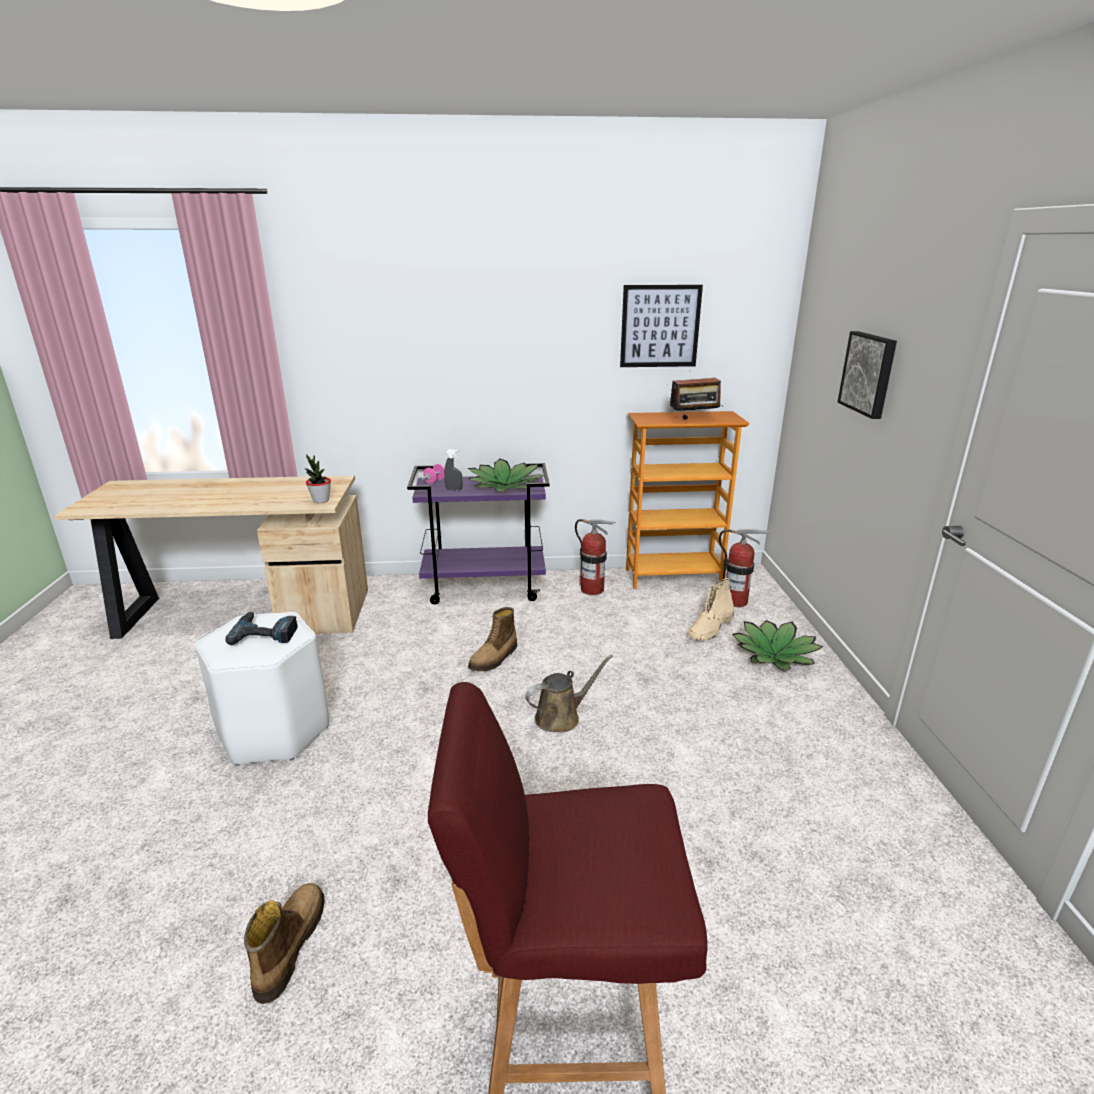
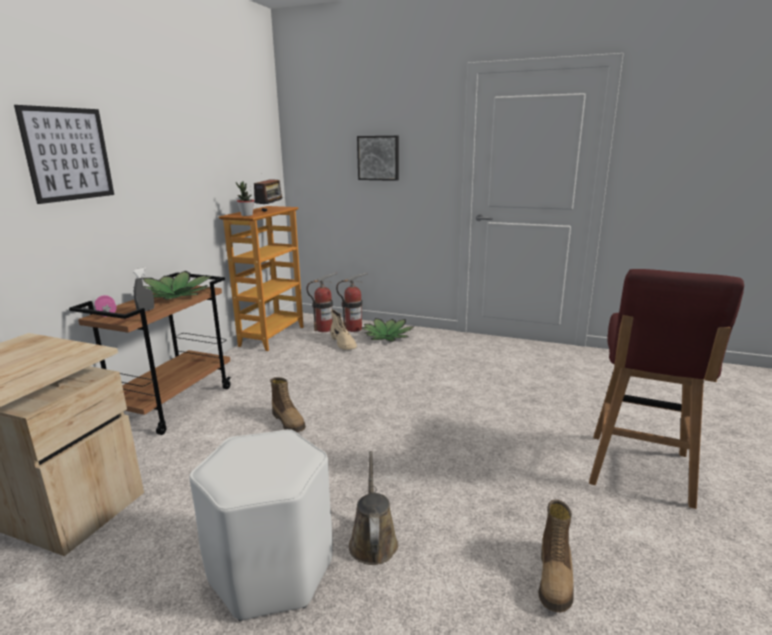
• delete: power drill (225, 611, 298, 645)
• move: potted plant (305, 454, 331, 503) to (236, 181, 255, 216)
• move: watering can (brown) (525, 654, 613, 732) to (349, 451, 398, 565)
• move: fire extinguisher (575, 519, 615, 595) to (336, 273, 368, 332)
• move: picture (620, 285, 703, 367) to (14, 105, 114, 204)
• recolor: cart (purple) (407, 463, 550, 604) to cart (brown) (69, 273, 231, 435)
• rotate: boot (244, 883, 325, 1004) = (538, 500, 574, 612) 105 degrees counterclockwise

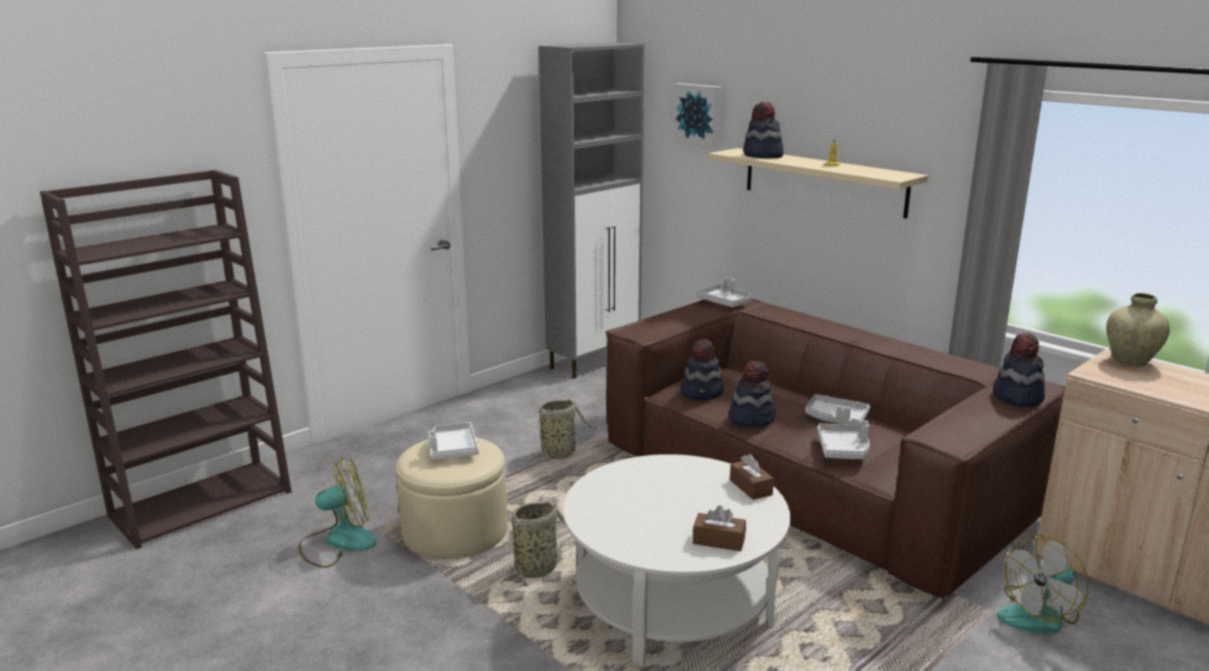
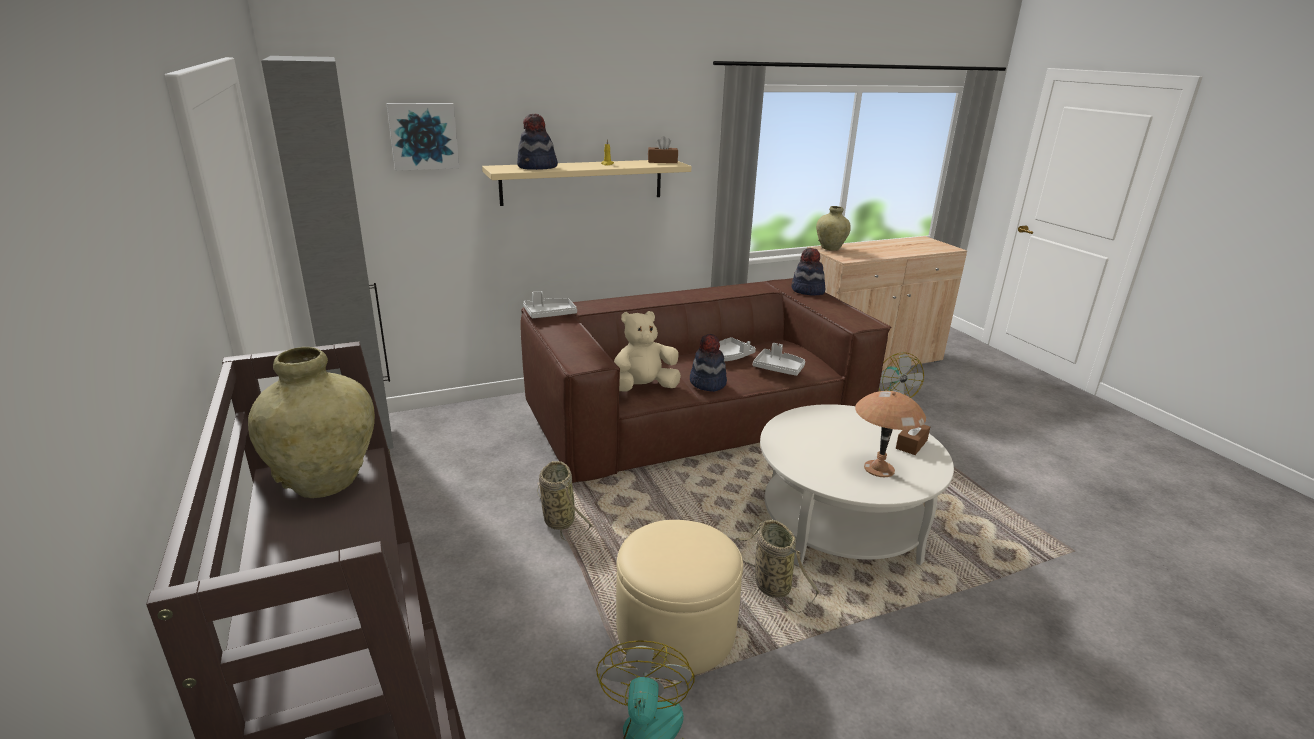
• delete: tray (white) (428, 422, 479, 460)
• insert: vase (beige) (248, 347, 375, 498)
• insert: table lamp (brown) (855, 391, 926, 477)
• move: tissue box (brown) (730, 454, 774, 500) to (648, 136, 678, 163)
• replace: hat (681, 339, 724, 400) to plush toy (beige) (614, 311, 681, 391)

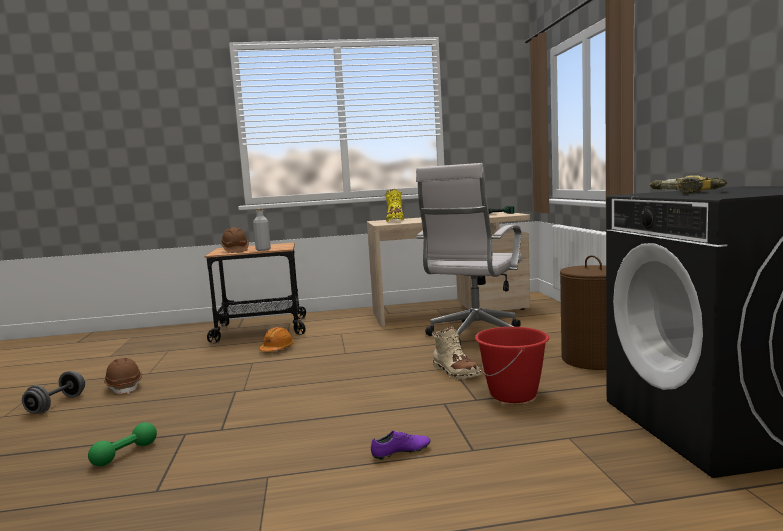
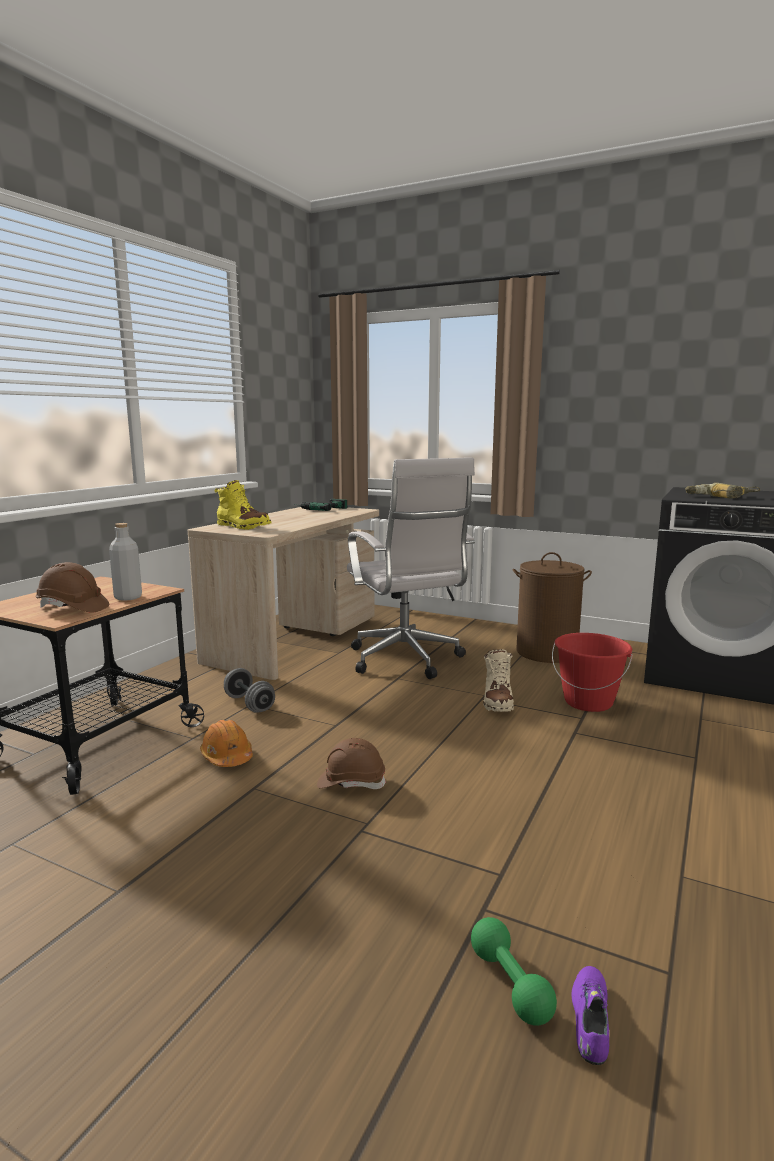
• move: dumbbell (grey) (22, 371, 85, 414) to (224, 668, 275, 713)
• move: hard hat (brown) (104, 358, 142, 394) to (317, 738, 386, 789)
• move: shoe (purple) (371, 431, 430, 460) to (571, 966, 609, 1065)
• rotate: boot (beige) (432, 327, 482, 380) = (483, 649, 514, 712) 90 degrees clockwise

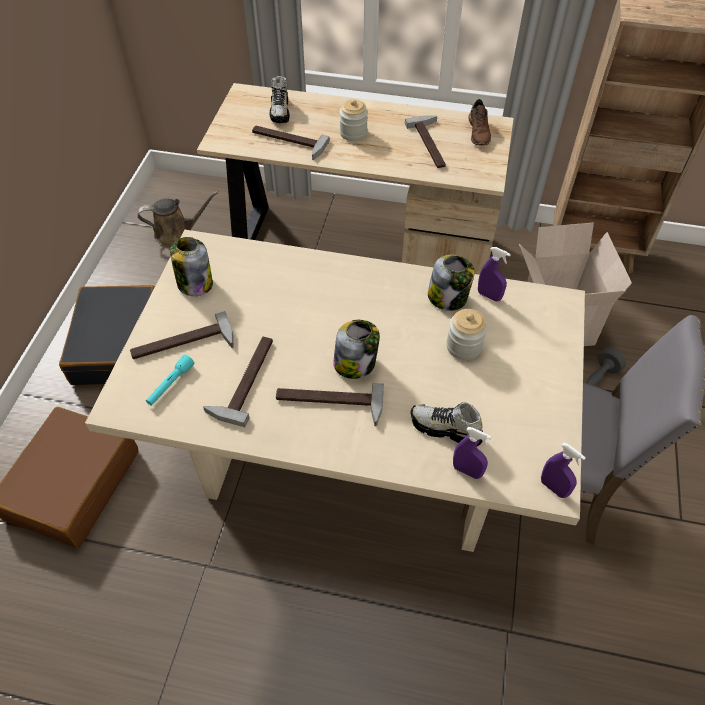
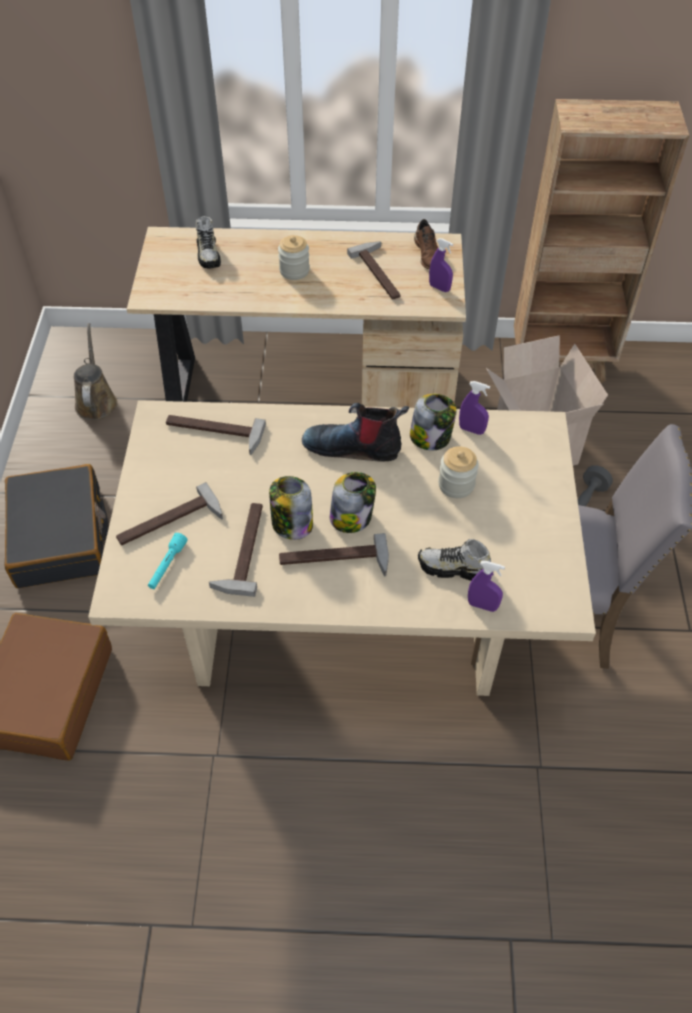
• insert: boot (302, 403, 409, 461)
• move: jar (170, 237, 213, 296) to (269, 476, 313, 540)
• move: hammer (252, 126, 330, 160) to (166, 415, 266, 455)
• move: spray bottle (purple) (541, 442, 586, 498) to (429, 238, 453, 292)
• rotate: watering can (brown) (138, 191, 219, 247) = (74, 323, 118, 420) 75 degrees counterclockwise

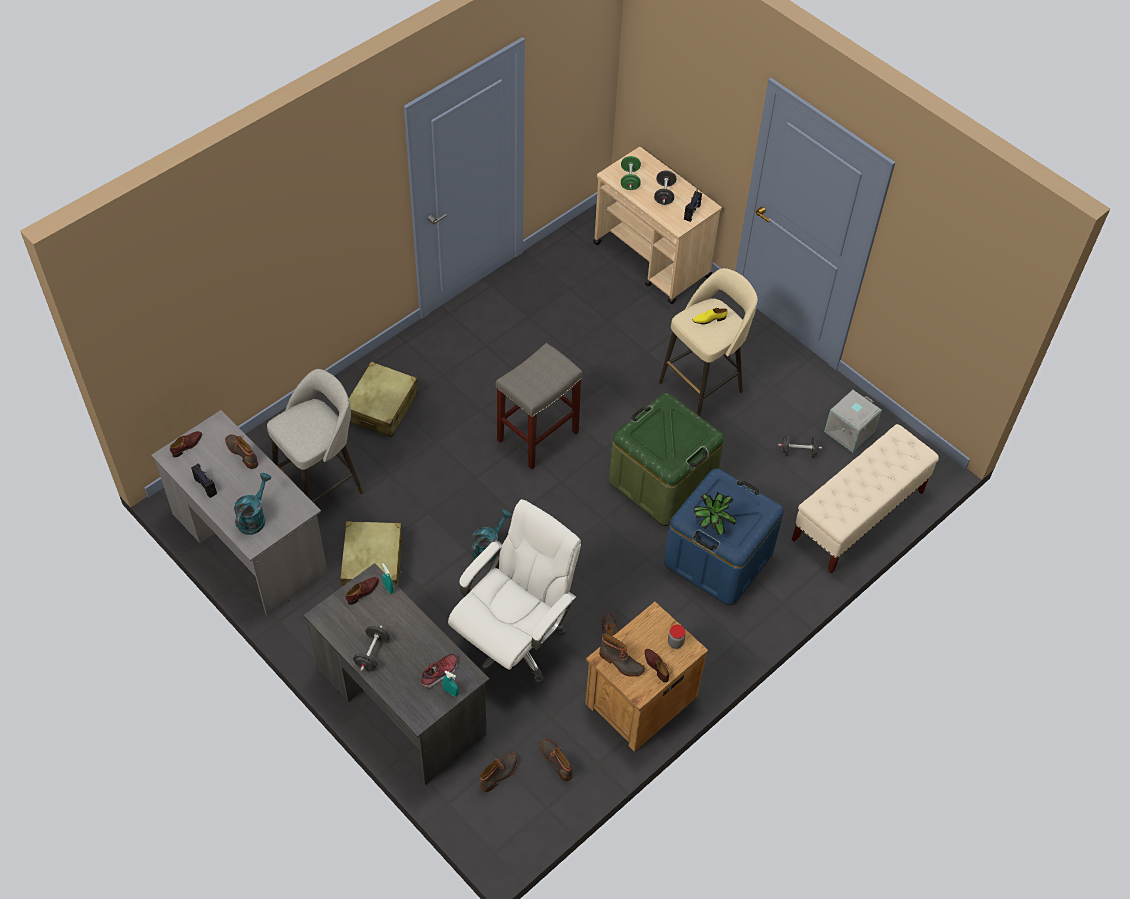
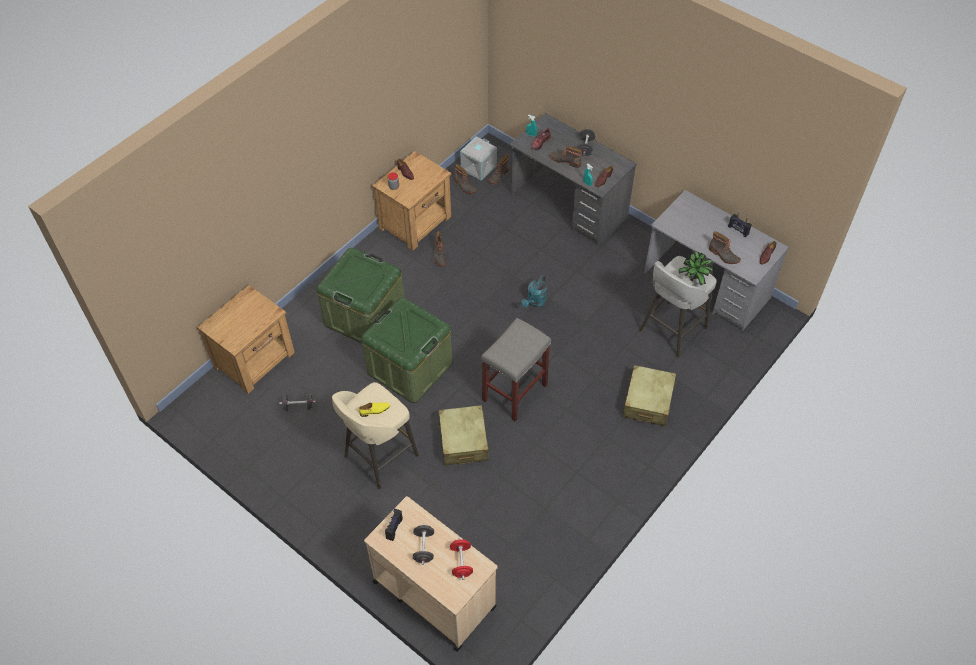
• delete: watering can (turquoise) (234, 473, 271, 535)
• delete: office chair (white) (448, 499, 581, 685)
• move: suitcase (beige) (341, 521, 403, 587) to (438, 405, 489, 465)
• move: boot (599, 633, 645, 677) to (550, 146, 582, 168)
• move: potted plant (694, 492, 736, 536) to (679, 252, 713, 286)
• move: storage box (grey) (824, 390, 882, 452) to (460, 136, 497, 181)
• replace: bench (beige) (792, 424, 939, 573) to nightstand (brown) (197, 285, 295, 394)
• recolor: dumbbell (green) (621, 156, 641, 190) to dumbbell (red) (450, 538, 473, 580)
• recolor: storage box (blue) (664, 469, 784, 605) to storage box (green) (317, 248, 404, 343)

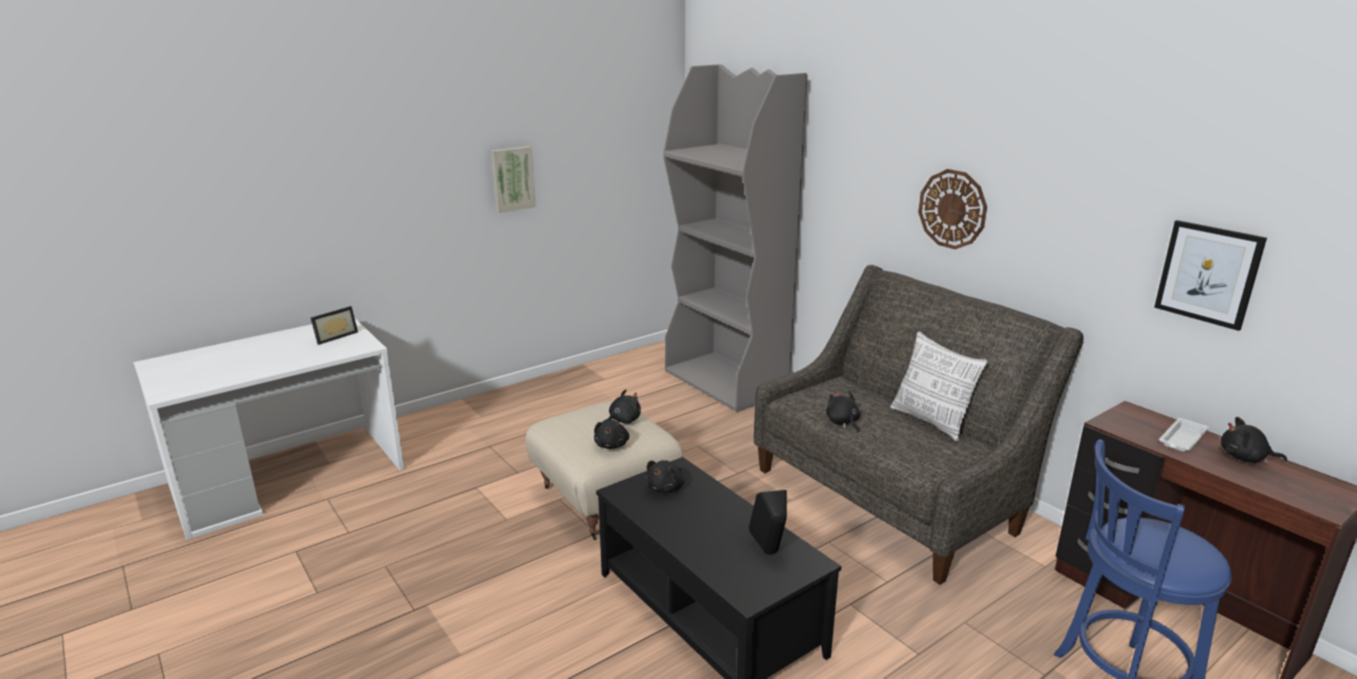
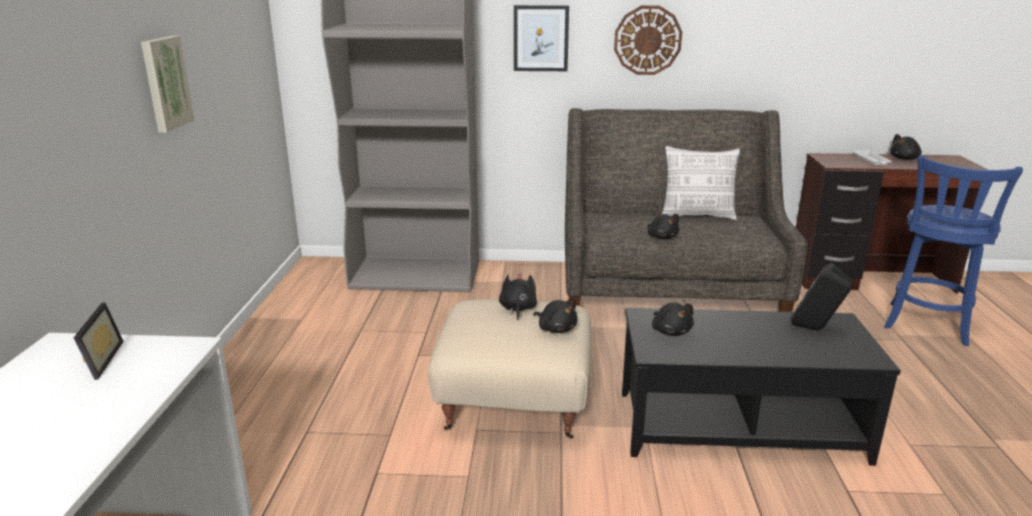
• move: picture (1154, 220, 1267, 331) to (514, 5, 569, 71)
• rotate: plush toy (black) (826, 390, 861, 433) = (647, 214, 679, 239) 135 degrees counterclockwise

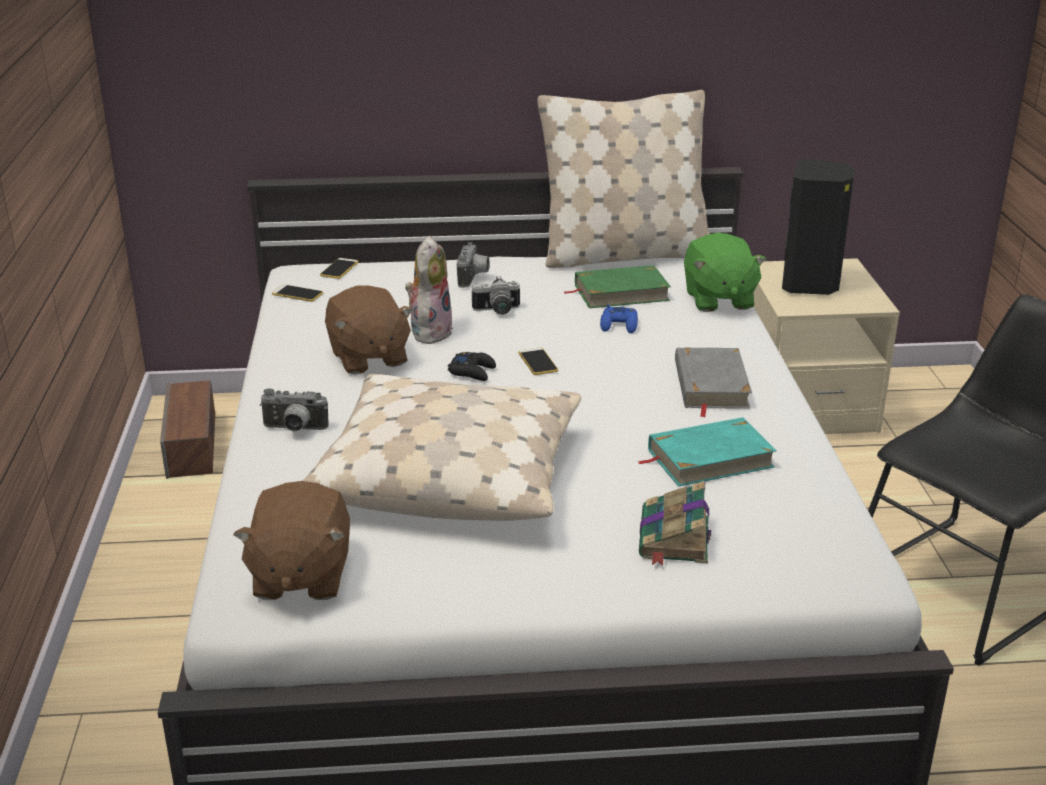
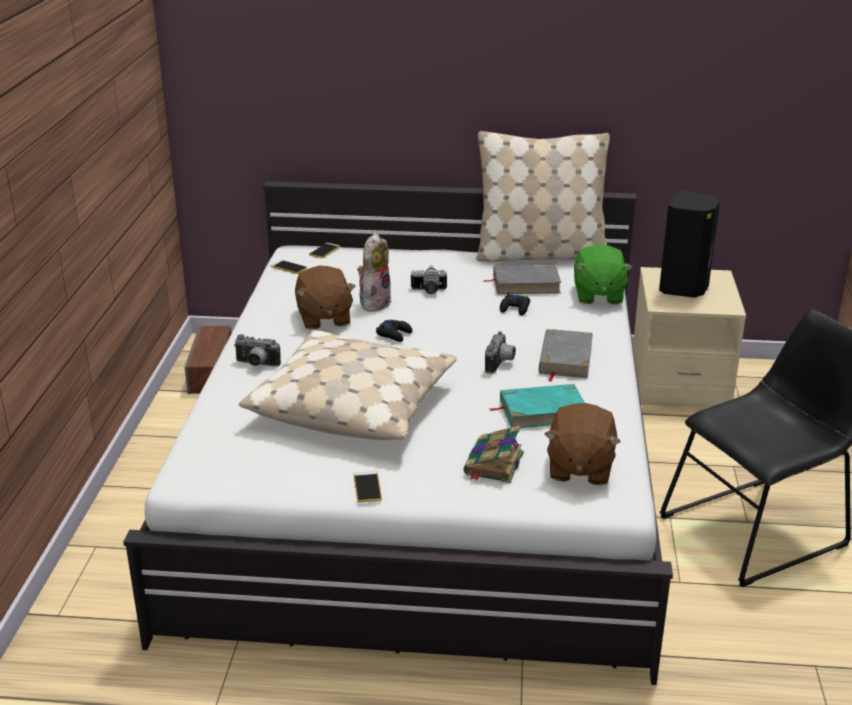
• move: plush toy (brown) (233, 481, 350, 600) to (544, 403, 621, 485)
• move: photo camera (457, 242, 490, 288) to (485, 332, 516, 374)
• move: phone (518, 347, 558, 375) to (354, 471, 382, 502)
• recolor: book (green) (565, 265, 671, 308) to book (grey) (483, 265, 561, 294)
• recolor: game controller (blue) (600, 304, 638, 333) to game controller (black) (500, 293, 530, 315)

